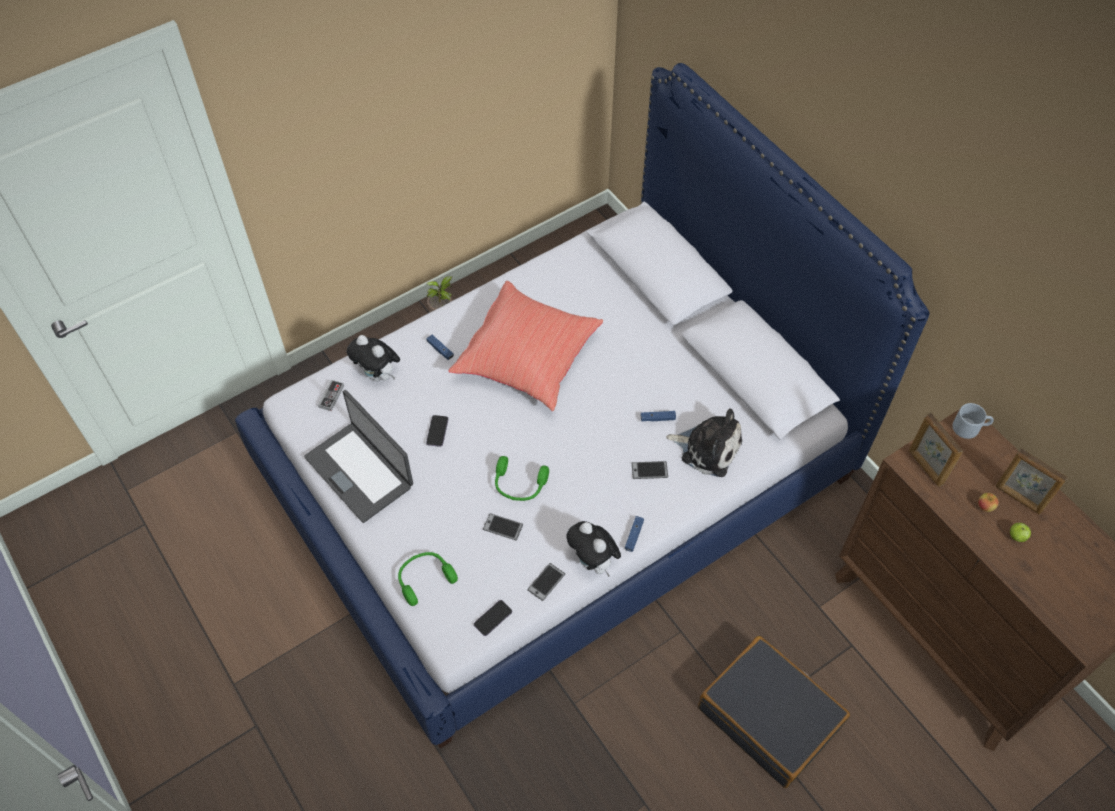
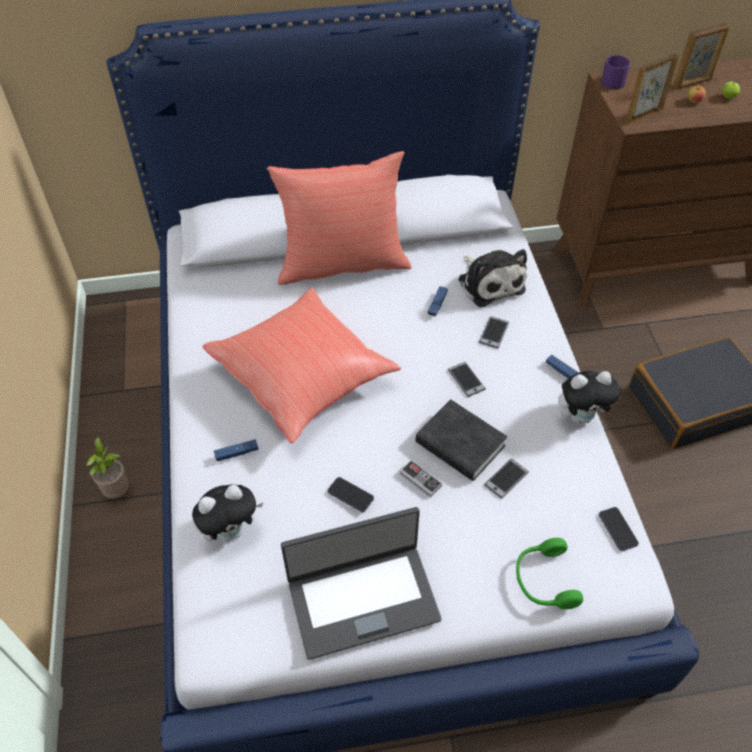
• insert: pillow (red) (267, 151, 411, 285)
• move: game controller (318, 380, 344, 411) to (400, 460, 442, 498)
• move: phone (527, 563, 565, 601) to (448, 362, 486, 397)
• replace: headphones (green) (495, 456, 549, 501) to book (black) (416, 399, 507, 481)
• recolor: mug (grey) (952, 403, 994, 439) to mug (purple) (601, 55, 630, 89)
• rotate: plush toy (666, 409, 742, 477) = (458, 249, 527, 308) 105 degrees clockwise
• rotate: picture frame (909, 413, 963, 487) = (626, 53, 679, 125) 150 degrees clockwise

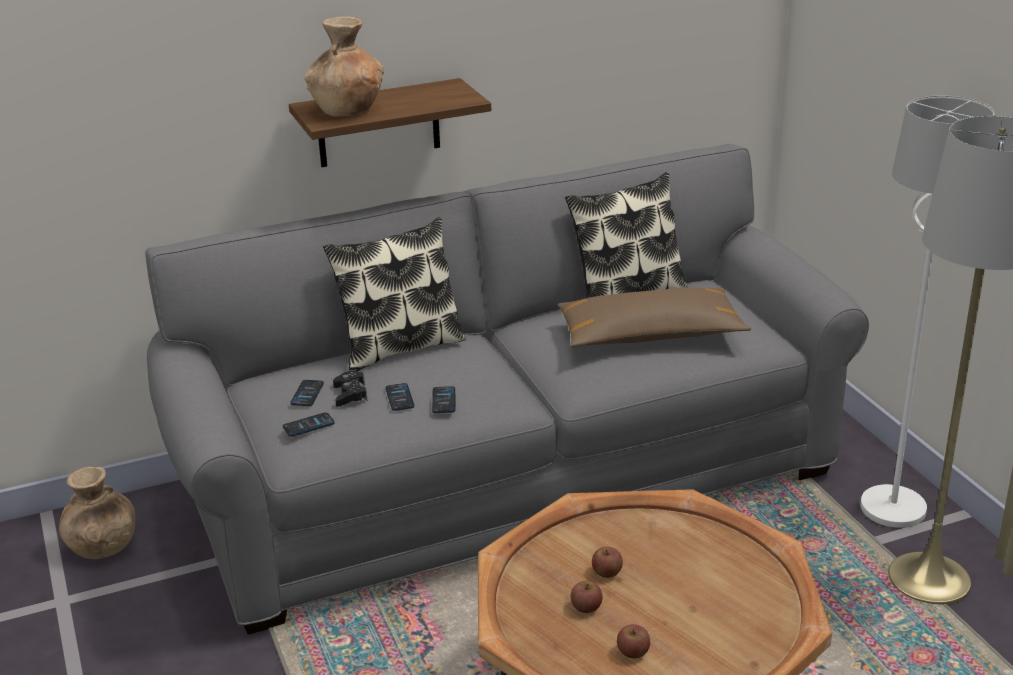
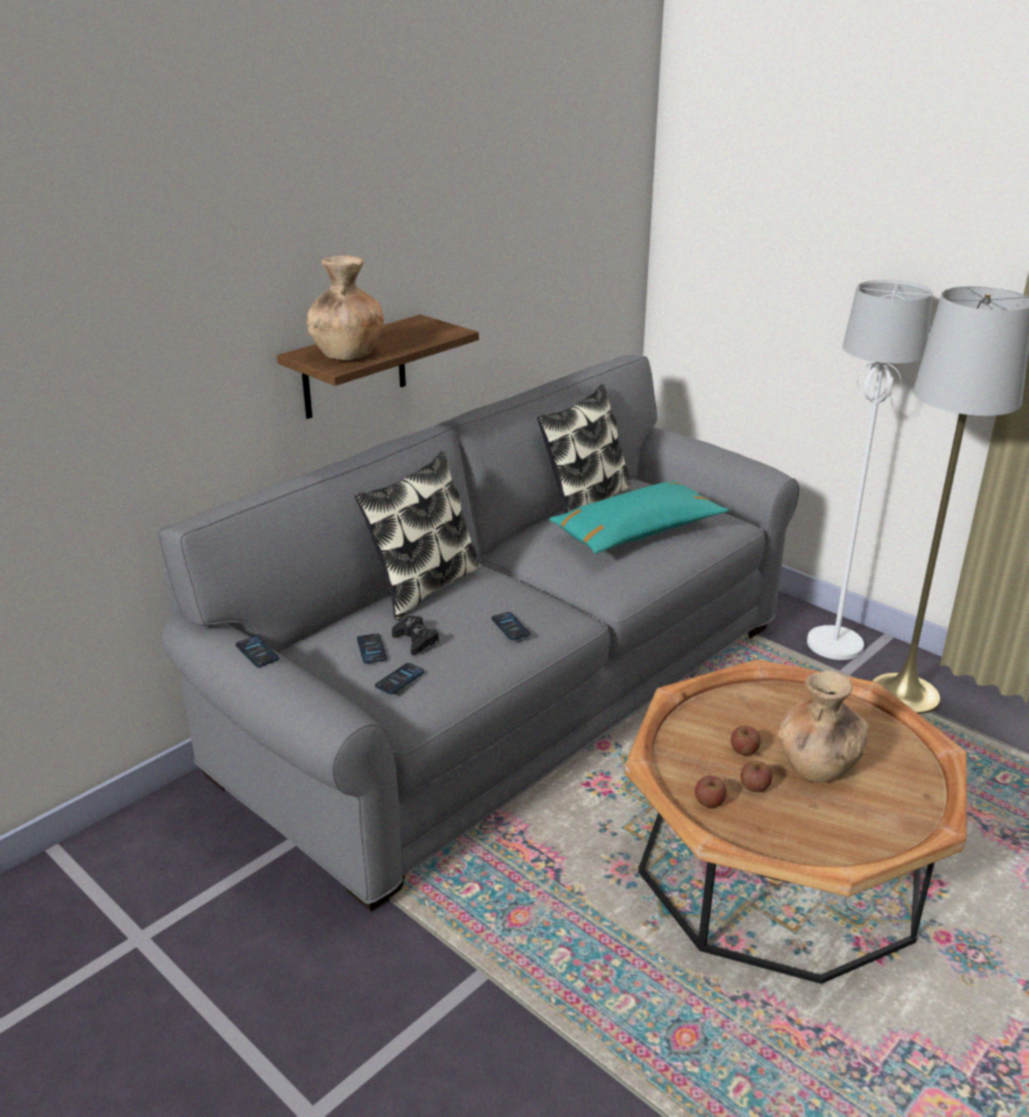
• move: vase (brown) (59, 467, 135, 559) to (777, 670, 869, 782)
• move: phone (385, 383, 414, 411) to (236, 636, 279, 667)
• move: apple (617, 624, 650, 659) to (695, 776, 727, 808)
• recolor: pillow (brown) (557, 288, 751, 347) to pillow (turquoise) (549, 481, 729, 554)

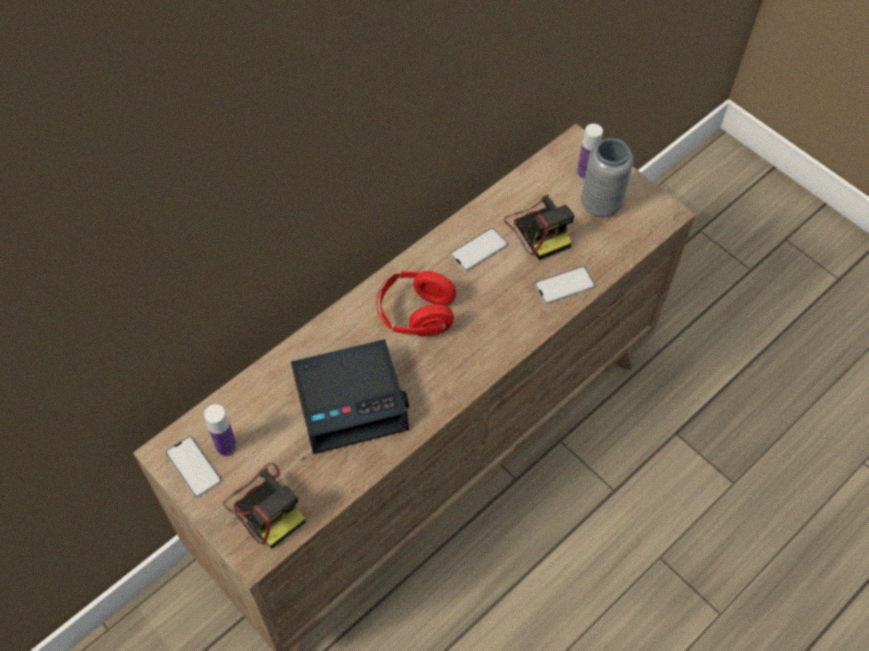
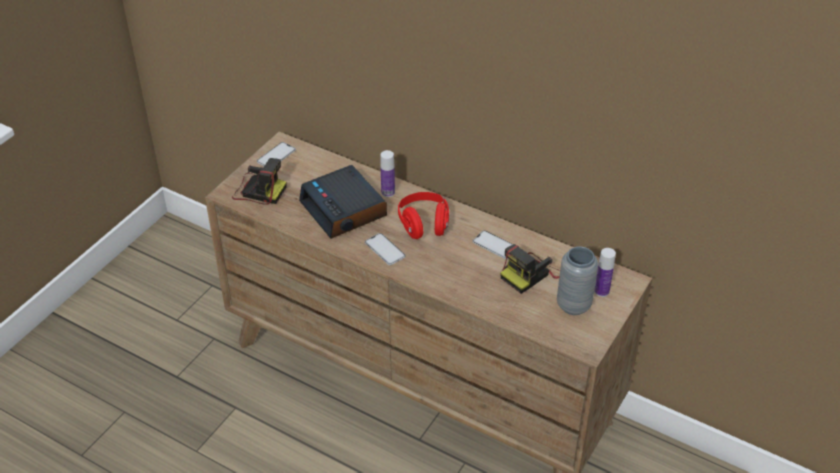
• move: bottle (204, 404, 237, 457) to (381, 150, 395, 197)
• move: phone (535, 266, 596, 304) to (365, 233, 406, 265)
• rotate: photo camera (223, 463, 305, 548) = (232, 158, 287, 205) 105 degrees counterclockwise

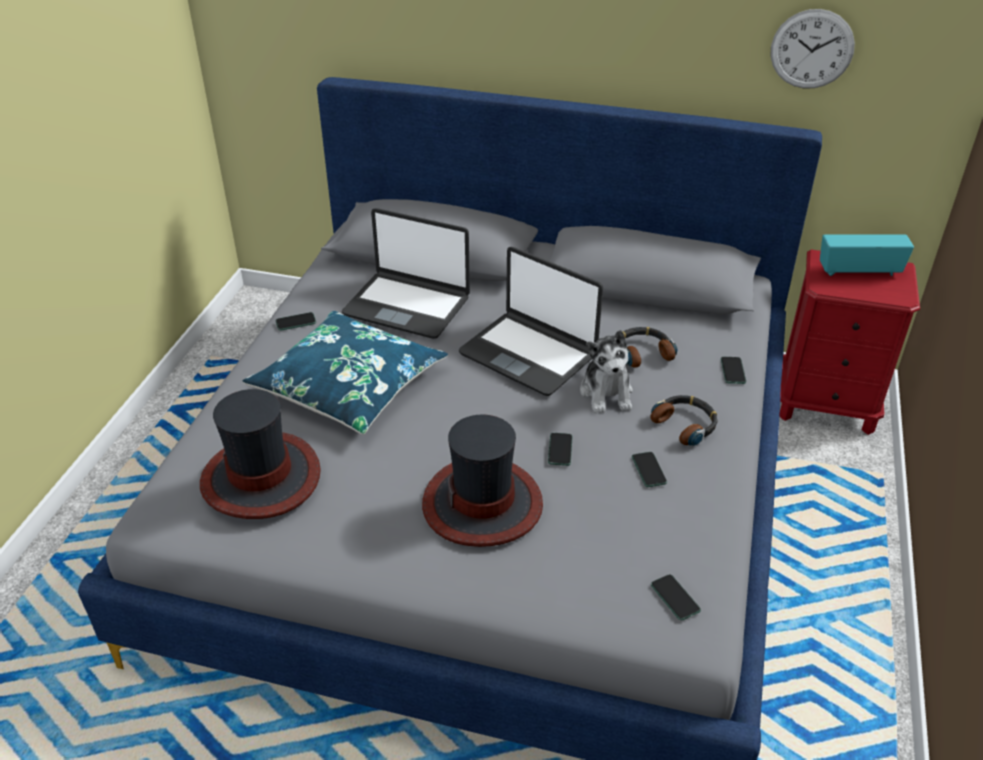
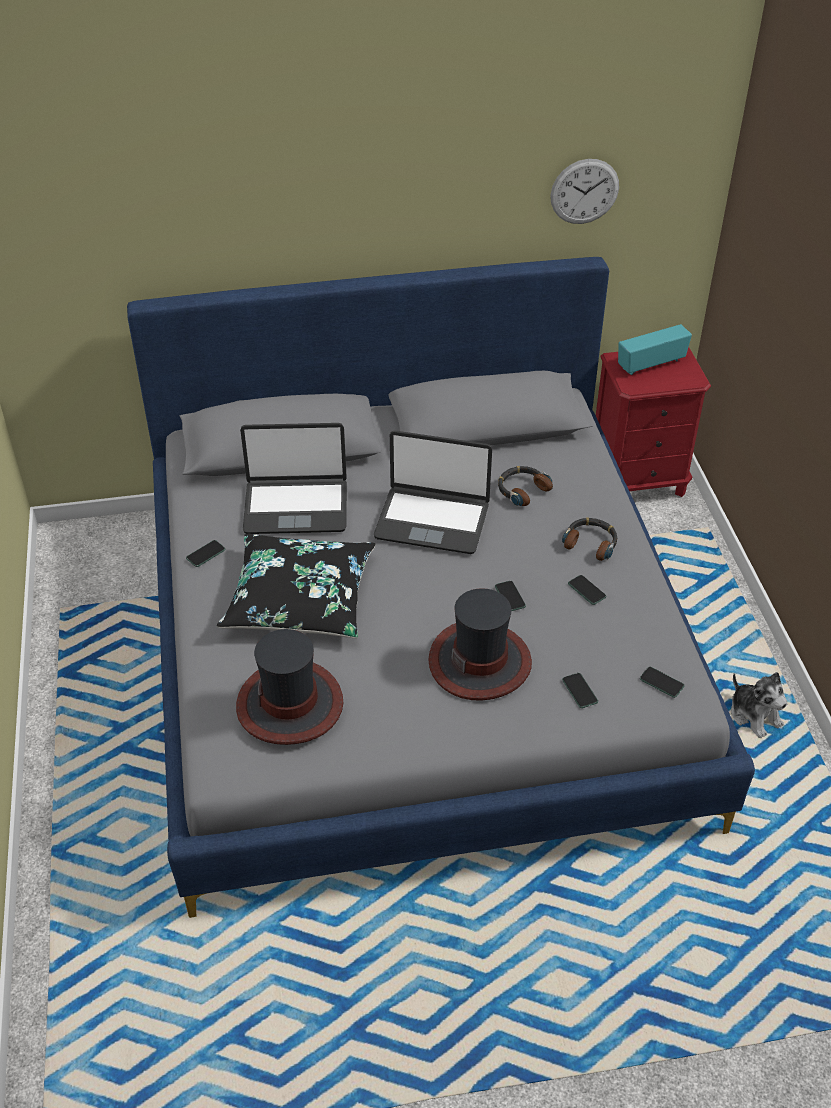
• move: plush toy (580, 330, 633, 413) to (731, 672, 788, 738)
• move: phone (721, 357, 746, 384) to (562, 673, 598, 708)
• recolor: pillow (blue) (242, 311, 448, 434) to pillow (black) (217, 534, 376, 638)

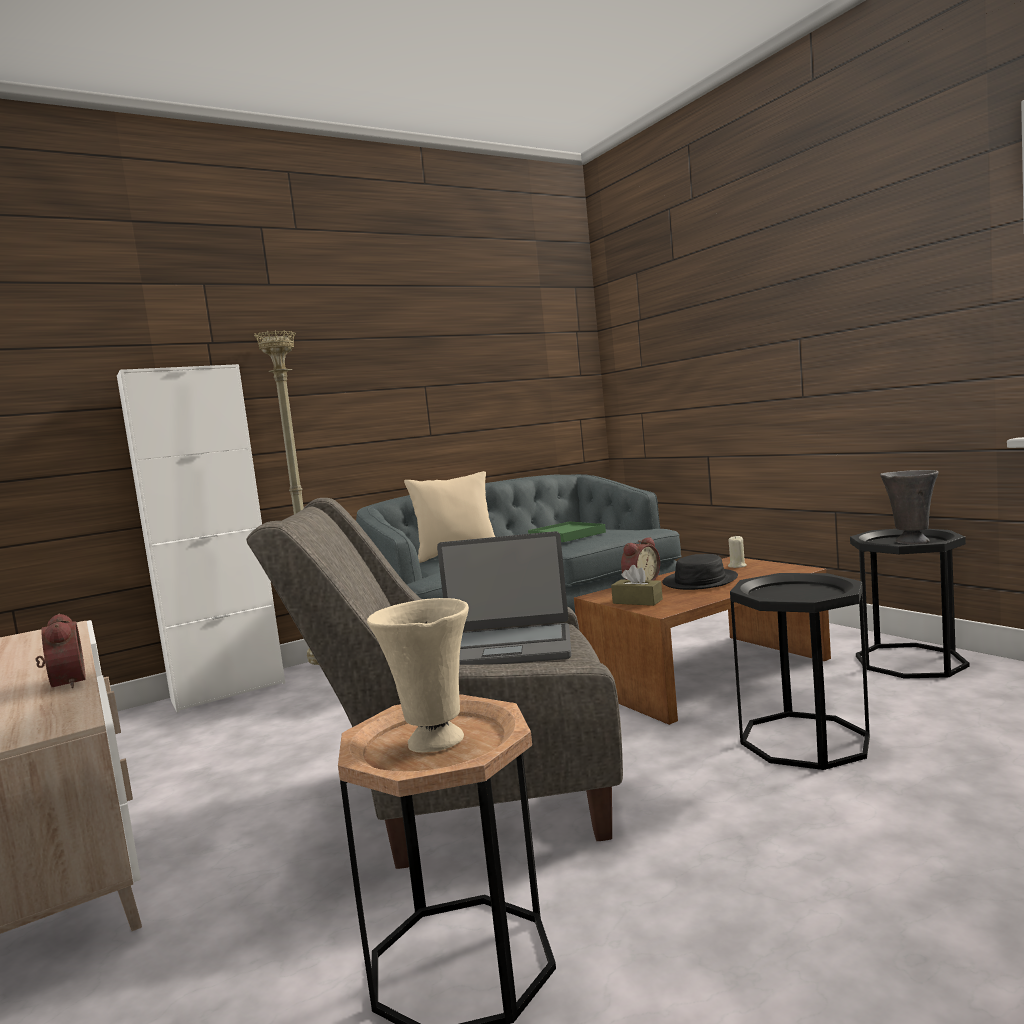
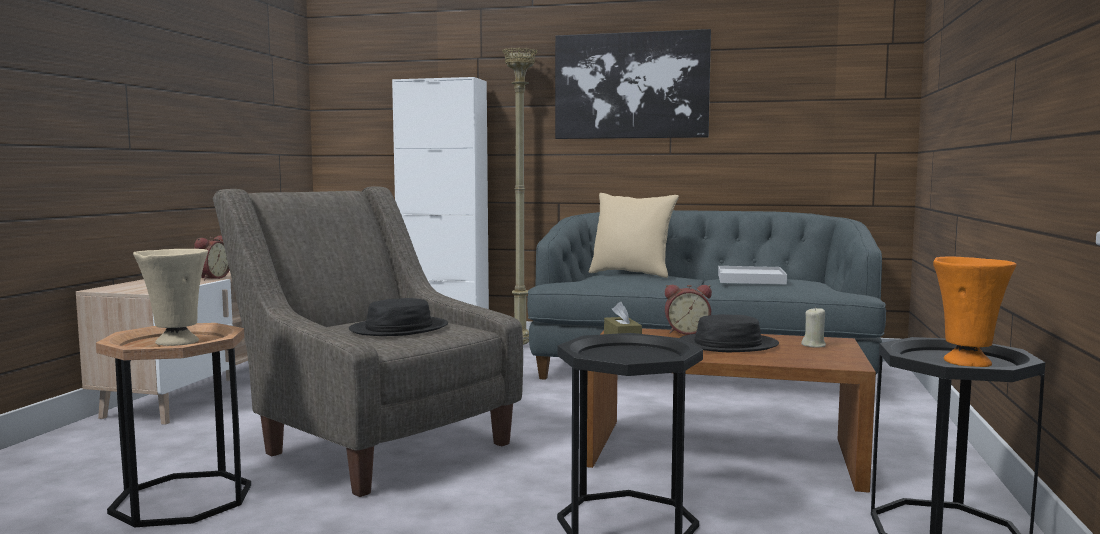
• insert: picture (555, 29, 711, 139)
• replace: laptop (437, 531, 572, 665) to hat (black) (349, 298, 448, 336)
• recolor: tray (green) (528, 521, 606, 542) to tray (white) (718, 266, 787, 284)
• recolor: vase (grey) (880, 470, 939, 544) to vase (orange) (933, 256, 1017, 367)

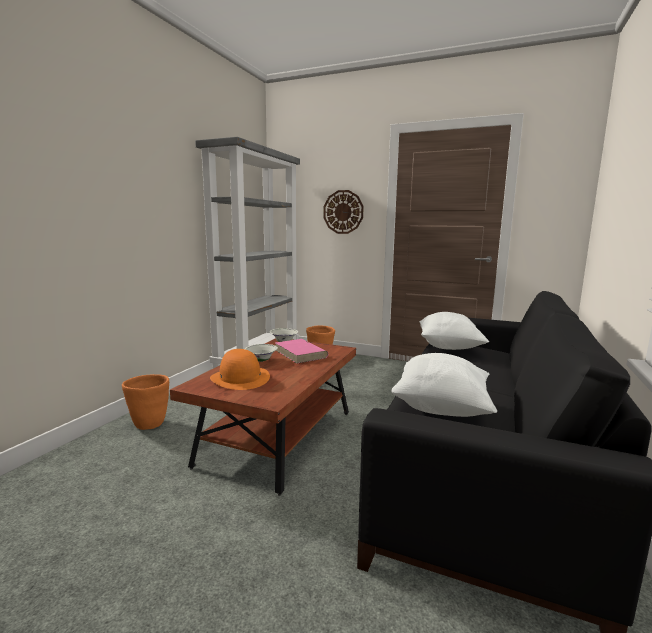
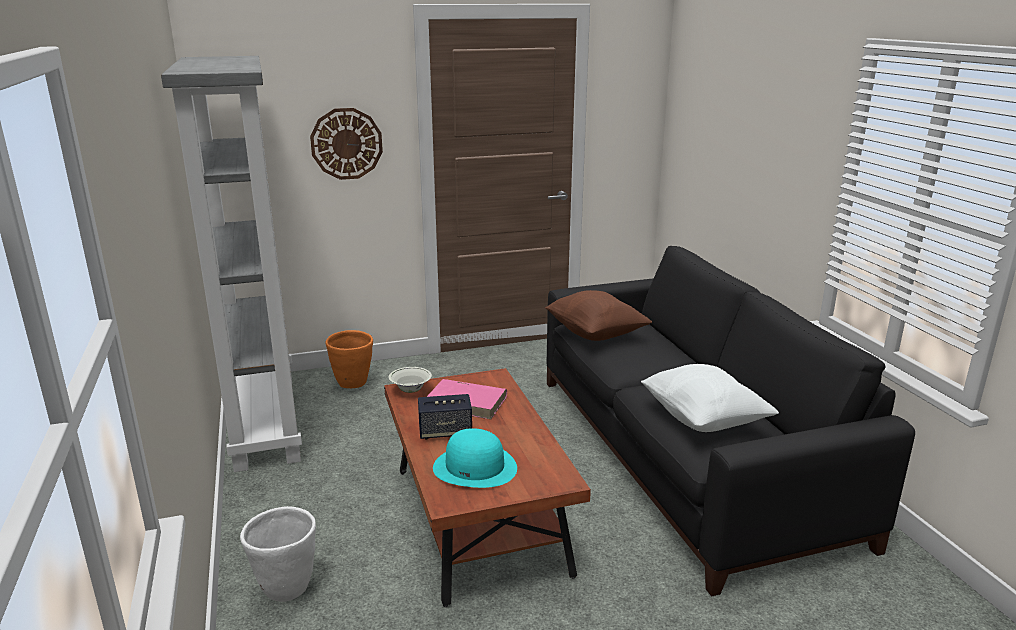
• replace: bowl (white) (244, 344, 278, 362) to speaker (418, 394, 472, 440)
• recolor: planter (orange) (122, 374, 169, 430) to planter (white) (240, 506, 316, 602)
• recolor: hat (orange) (210, 349, 270, 390) to hat (turquoise) (433, 428, 517, 488)
• recolor: pillow (white) (420, 312, 489, 350) to pillow (brown) (545, 290, 652, 341)

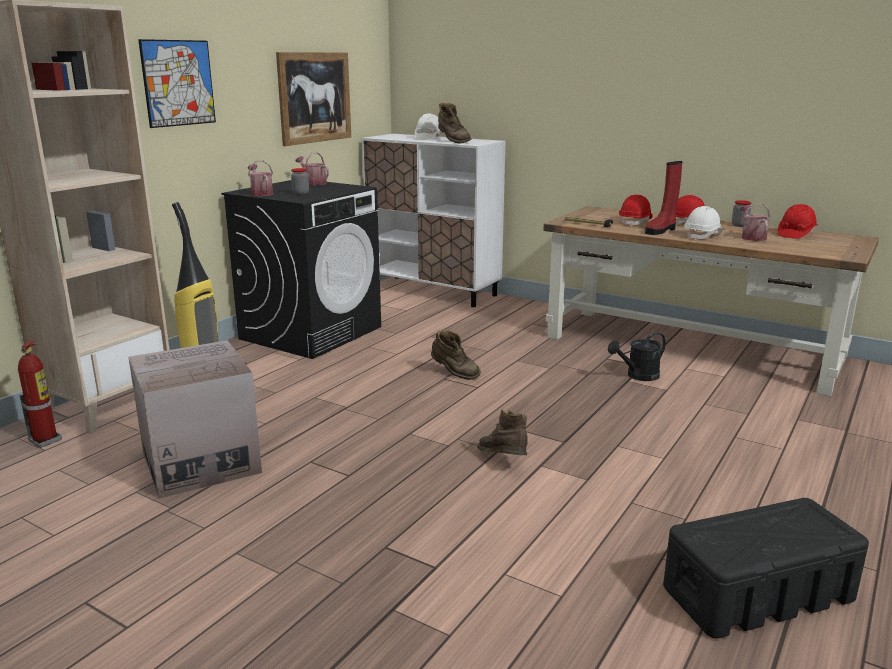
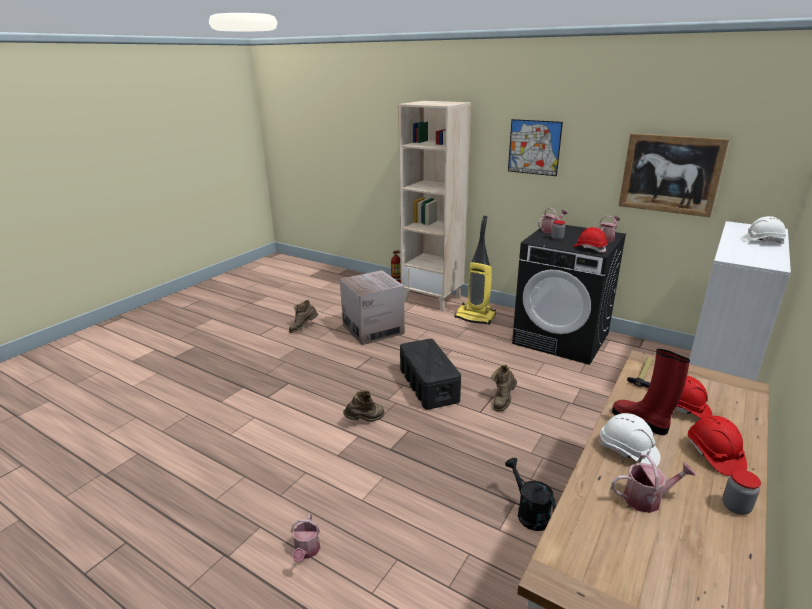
• insert: watering can (291, 514, 320, 562)
• move: boot (brown) (438, 103, 472, 143) to (289, 300, 318, 333)
• move: storage box (black) (663, 498, 869, 639) to (400, 339, 461, 410)
• move: hard hat (red) (778, 204, 818, 239) to (573, 227, 608, 252)

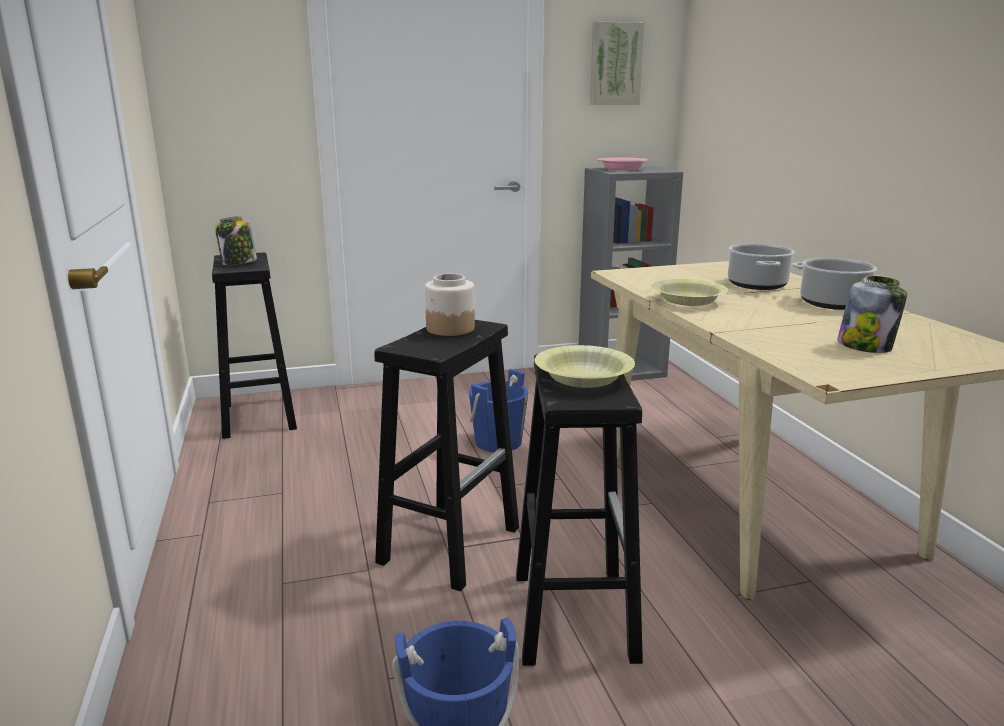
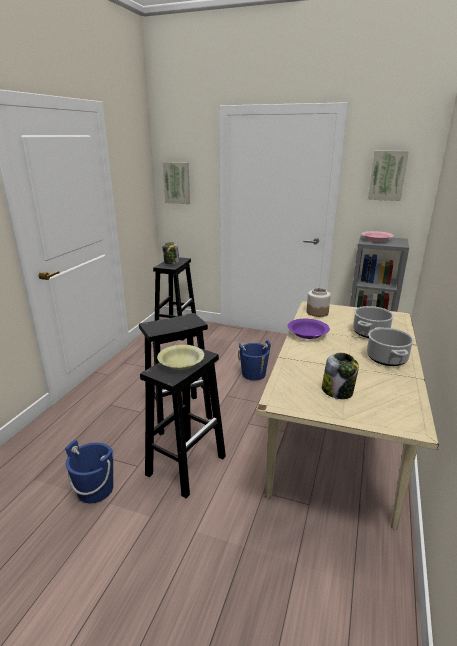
• insert: picture (163, 162, 190, 204)
• move: jar (425, 274, 475, 336) to (306, 288, 331, 317)
• recolor: bowl (yellow) (652, 279, 728, 306) to bowl (purple) (288, 319, 330, 339)

